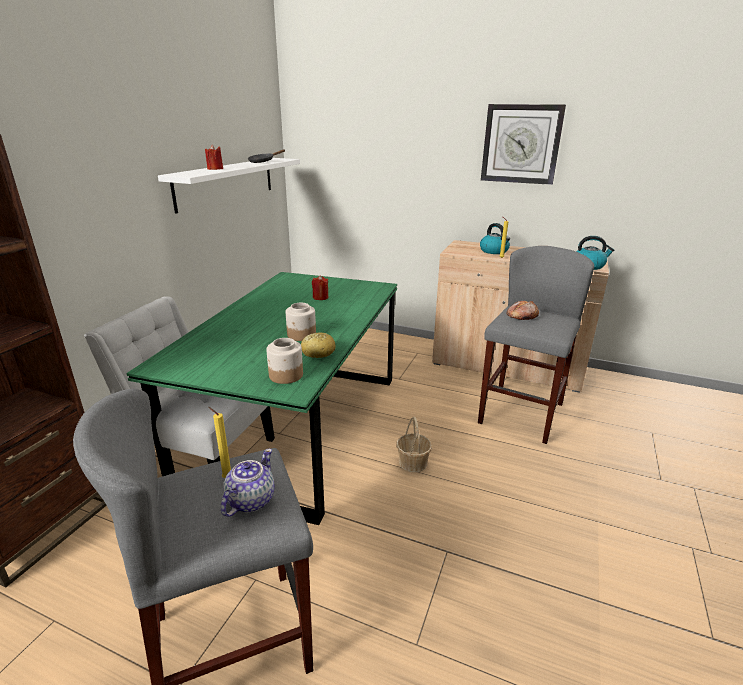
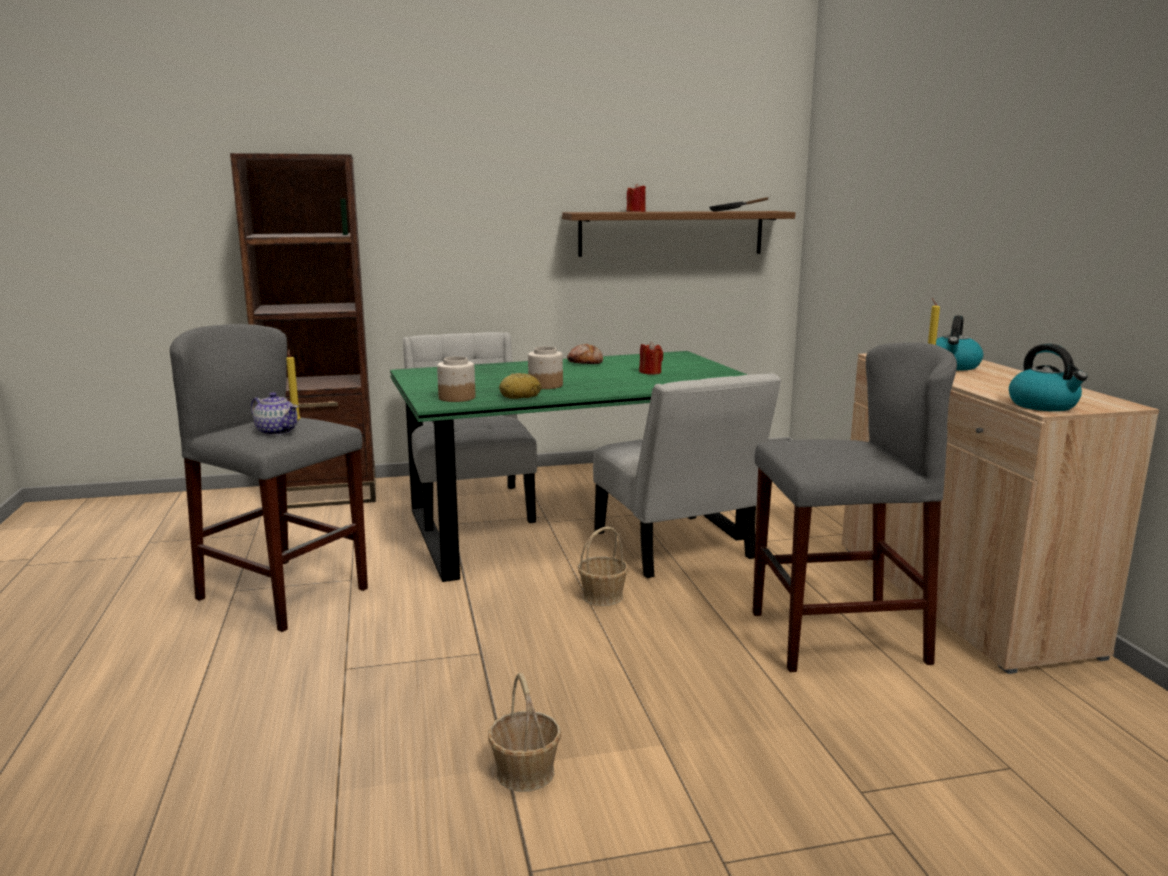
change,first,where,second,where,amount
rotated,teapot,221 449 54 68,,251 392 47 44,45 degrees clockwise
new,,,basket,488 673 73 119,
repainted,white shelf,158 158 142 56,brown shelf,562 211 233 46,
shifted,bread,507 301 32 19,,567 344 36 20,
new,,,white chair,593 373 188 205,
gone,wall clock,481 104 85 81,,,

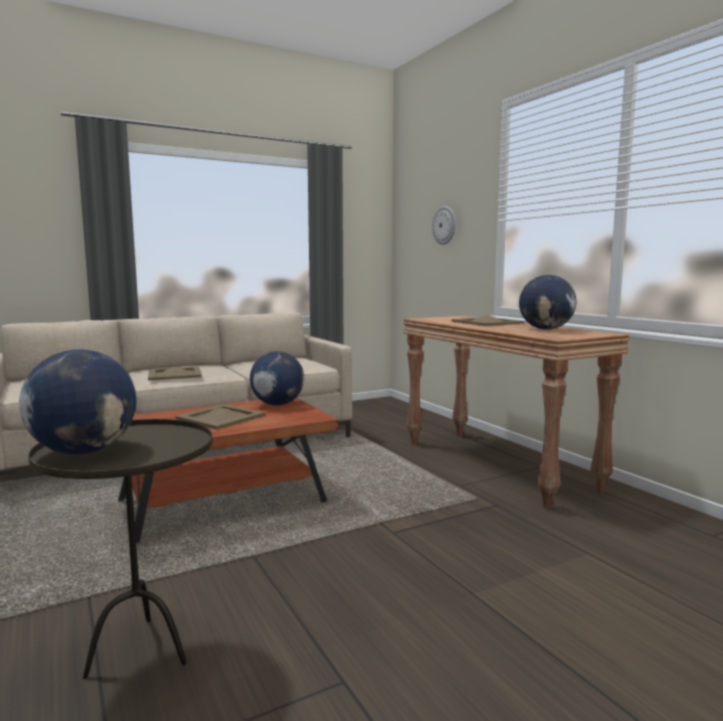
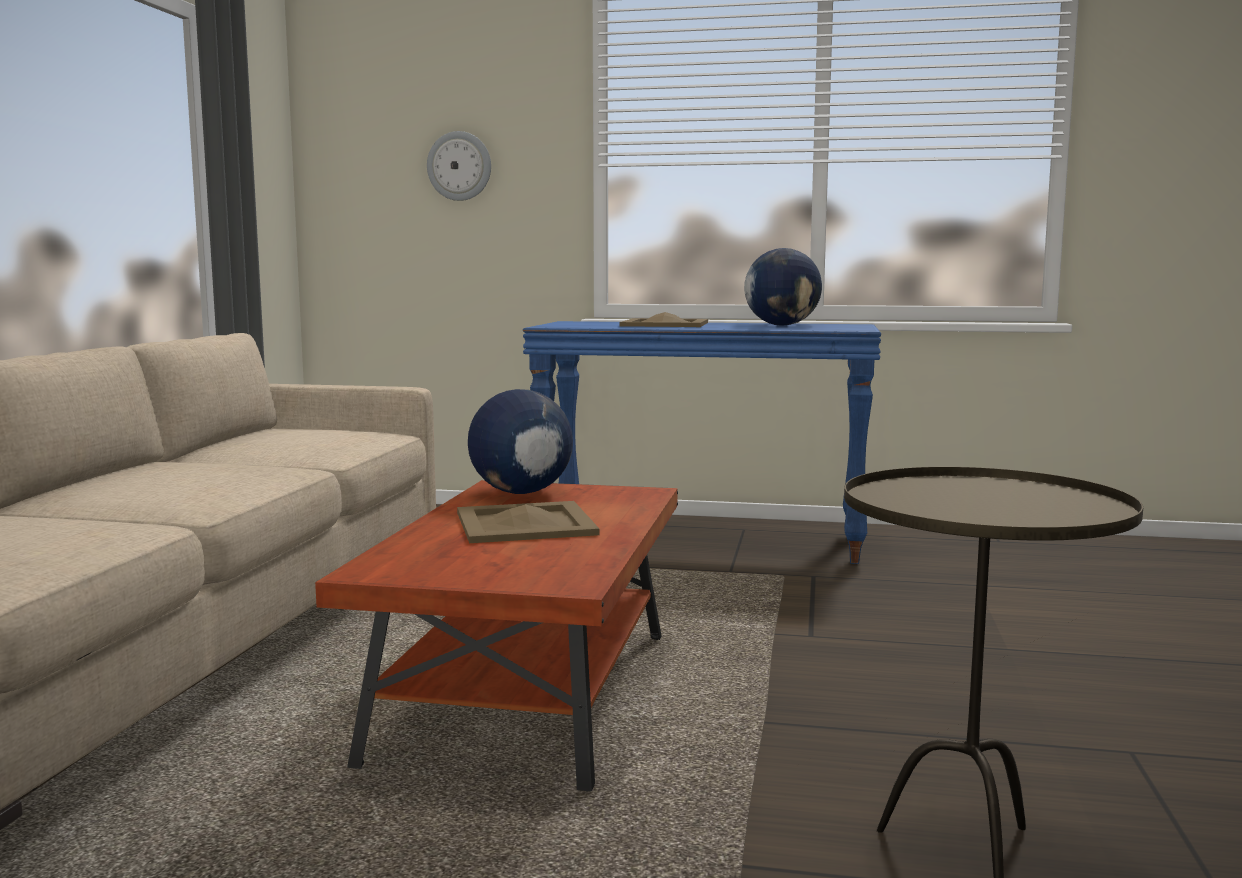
change,first,where,second,where,amount
repainted,brown console table,403 316 226 193,blue console table,523 321 358 243,
gone,globe,19 350 118 104,,,
gone,beige tray,148 366 54 14,,,

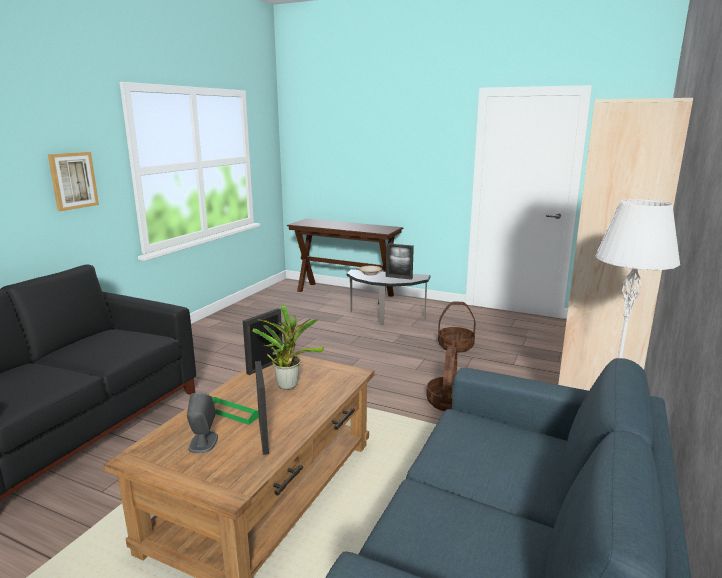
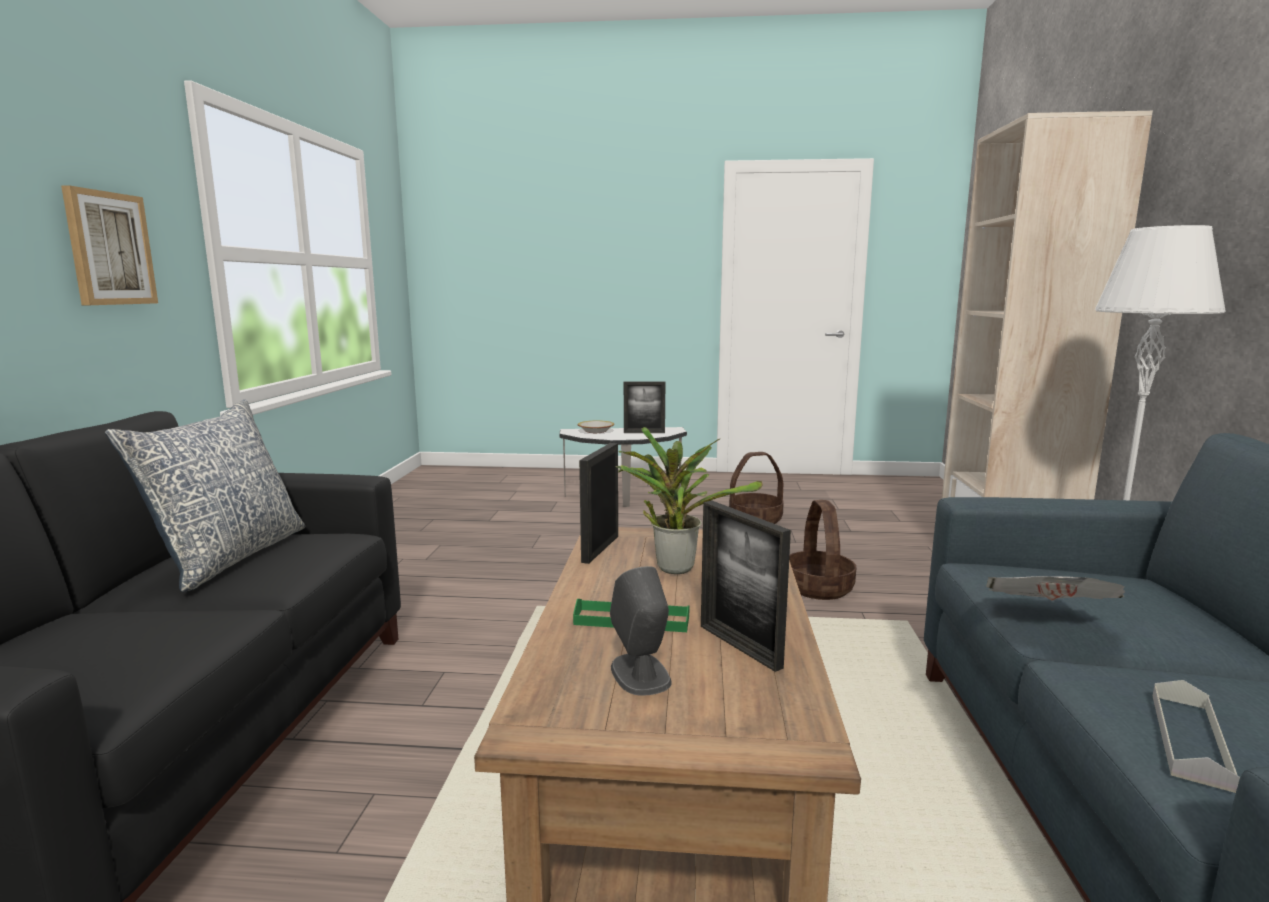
change,first,where,second,where,amount
new,,,pillow,105 399 200 193,
new,,,newspaper,986 576 139 25,
new,,,grey tray,1153 680 87 113,
gone,brown console table,287 219 117 85,,,

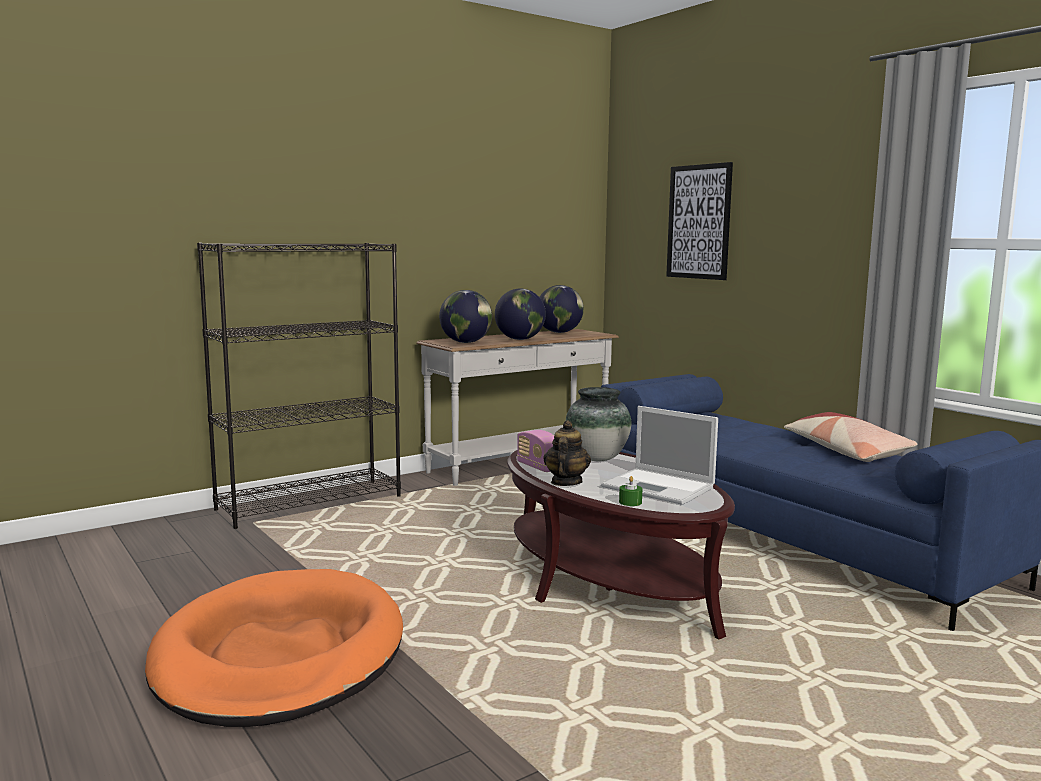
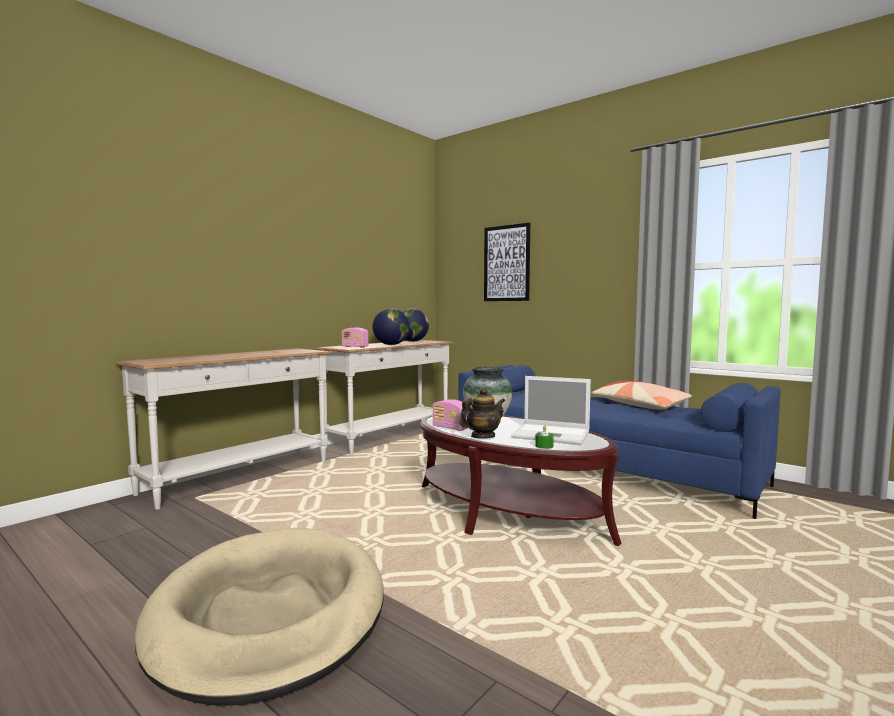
change,first,where,second,where,amount
swapped,black bookcase,197 243 204 286,white console table,116 349 216 161,
repainted,orange dog bed,145 569 258 158,beige dog bed,135 528 249 178,
swapped,globe,439 290 53 53,radio,342 328 27 20,
rotated,teapot,544 420 47 66,,460 388 45 51,60 degrees clockwise

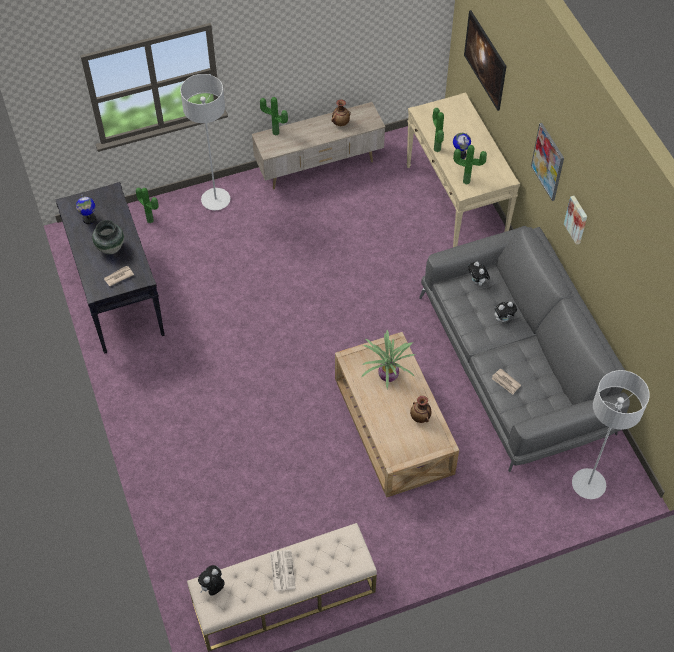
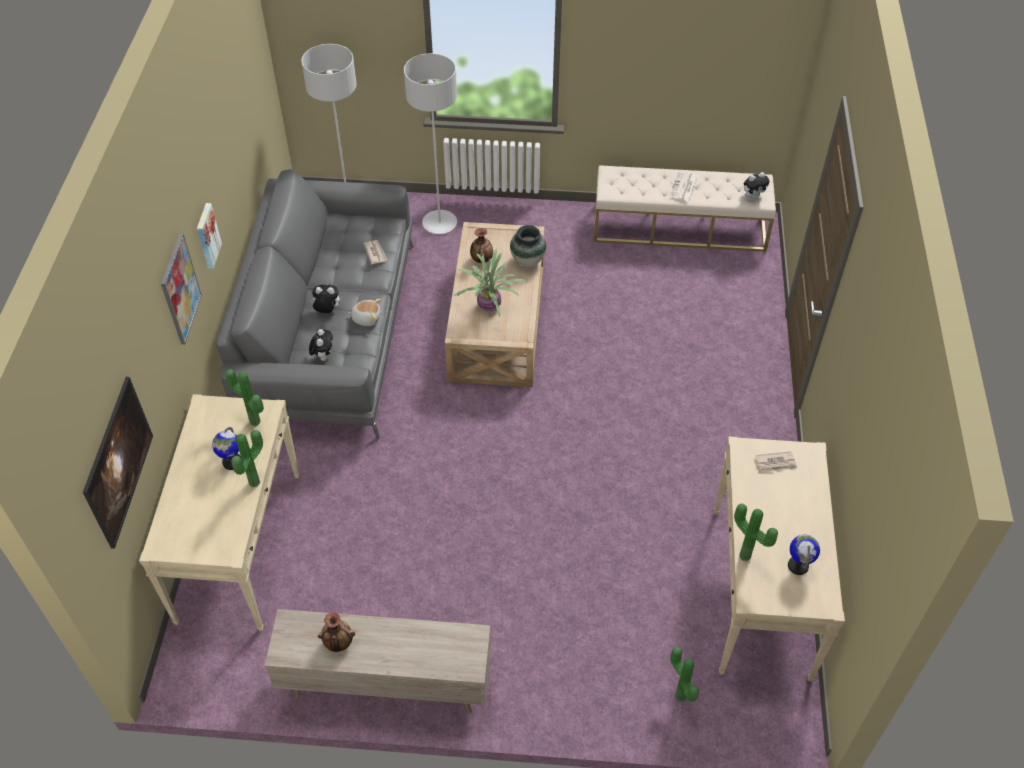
change,first,where,second,where,amount
new,,,plush toy,348 299 33 27,
shifted,grey floor lamp,180 74 50 136,,404 53 53 181,
shifted,vase,92 220 32 34,,510 225 36 42,
repainted,black console table,55 182 110 172,beige console table,714 436 131 245,
shifted,potted plant,260 97 28 39,,734 504 44 57,

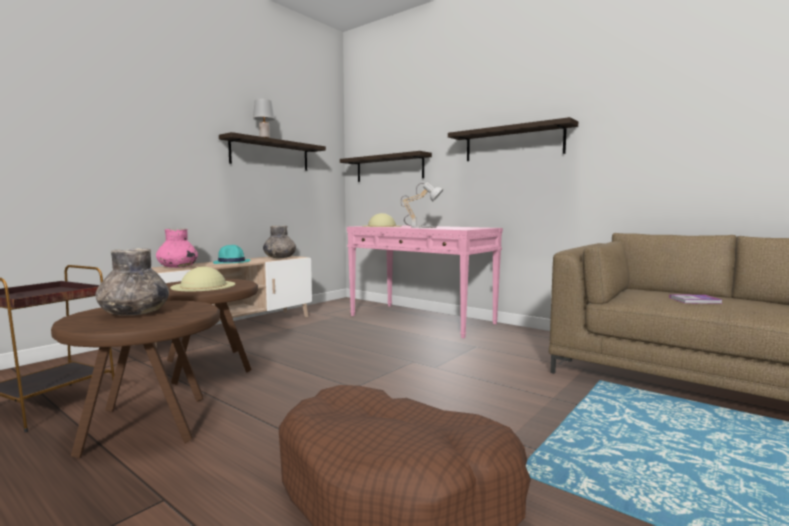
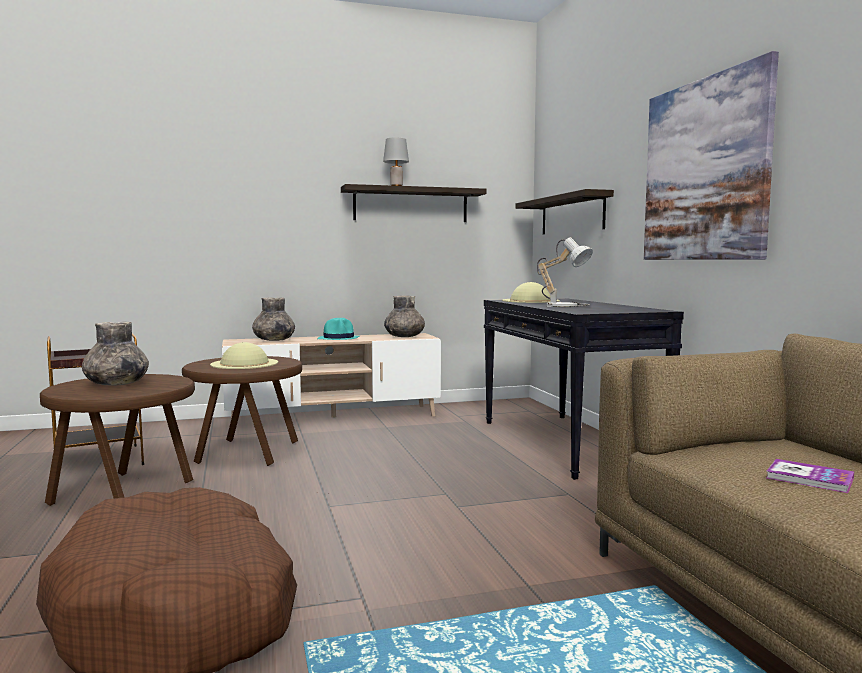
change,first,where,second,where,amount
repainted,pink vase,156 229 42 39,grey vase,252 297 43 44,
repainted,pink console table,347 225 156 113,black console table,484 298 200 182,
swapped,shelf,448 117 130 44,picture,644 51 135 209,

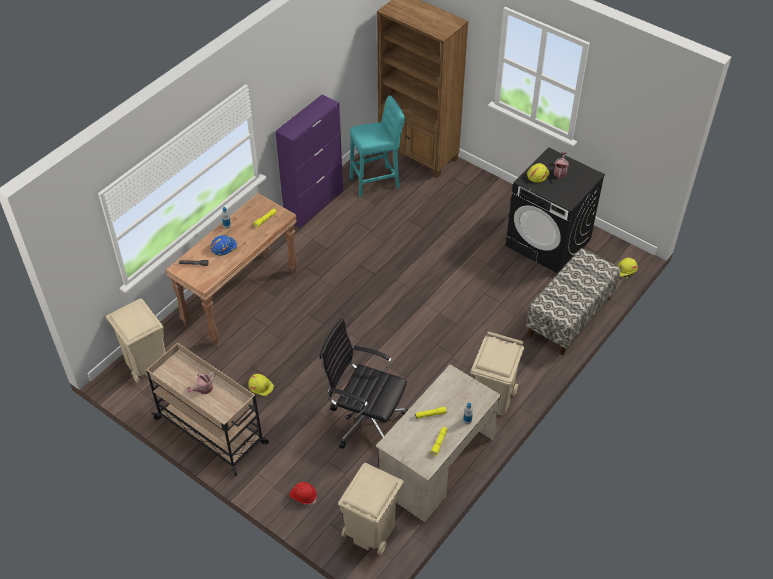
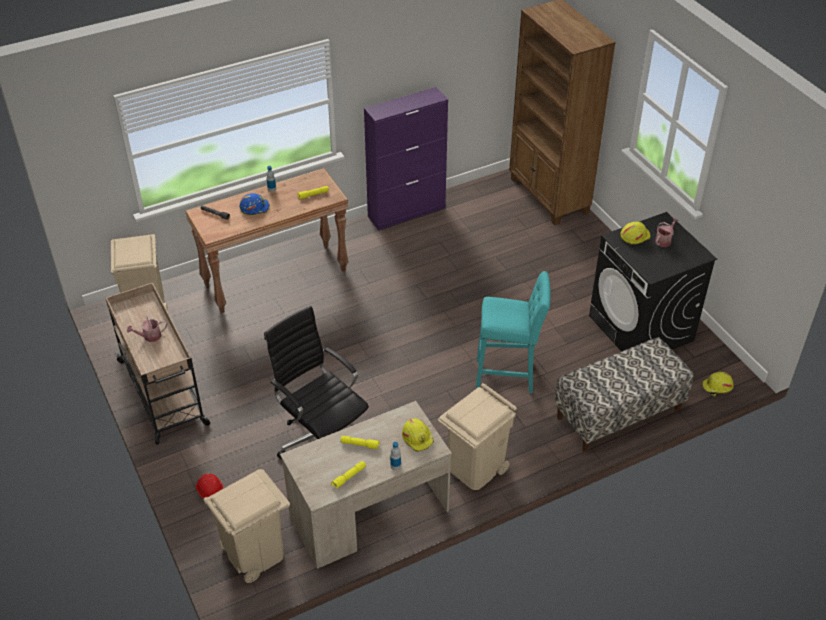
change,first,where,second,where,amount
shifted,yellow hard hat,248 374 26 23,,402 419 32 33,
shifted,turquoise stool,350 95 55 102,,476 271 75 122,

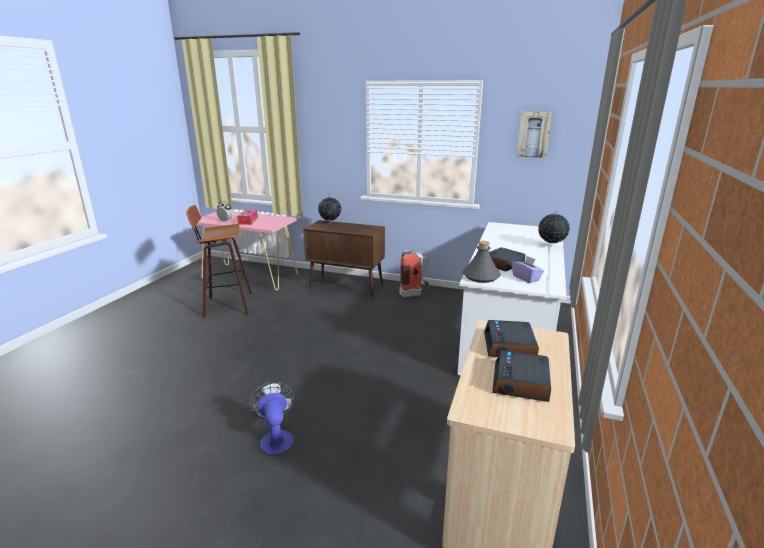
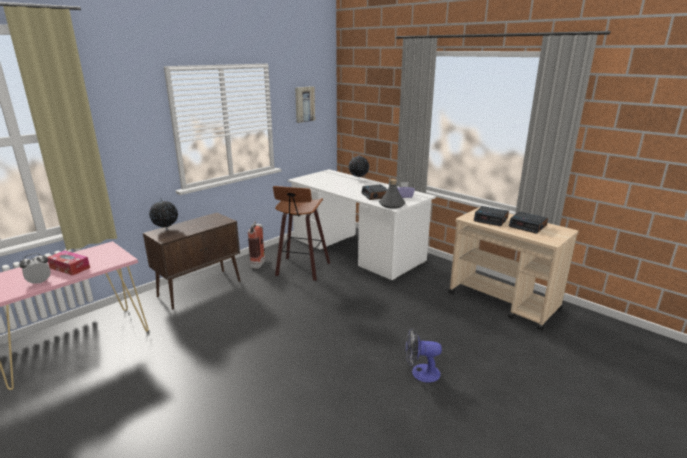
change,first,where,second,where,amount
shifted,stool,186 205 66 112,,273 186 57 95,

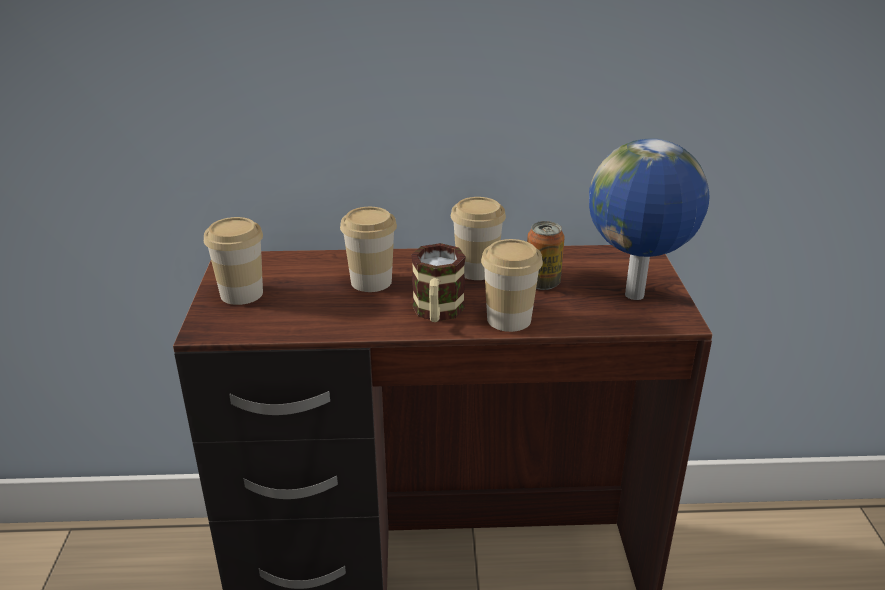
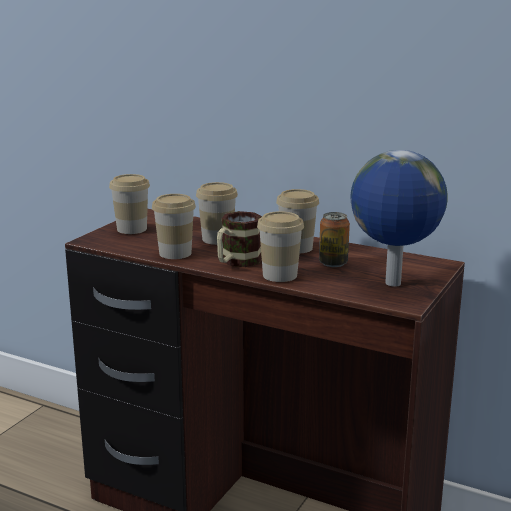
change,first,where,second,where,amount
new,,,cup,152 194 44 65,

